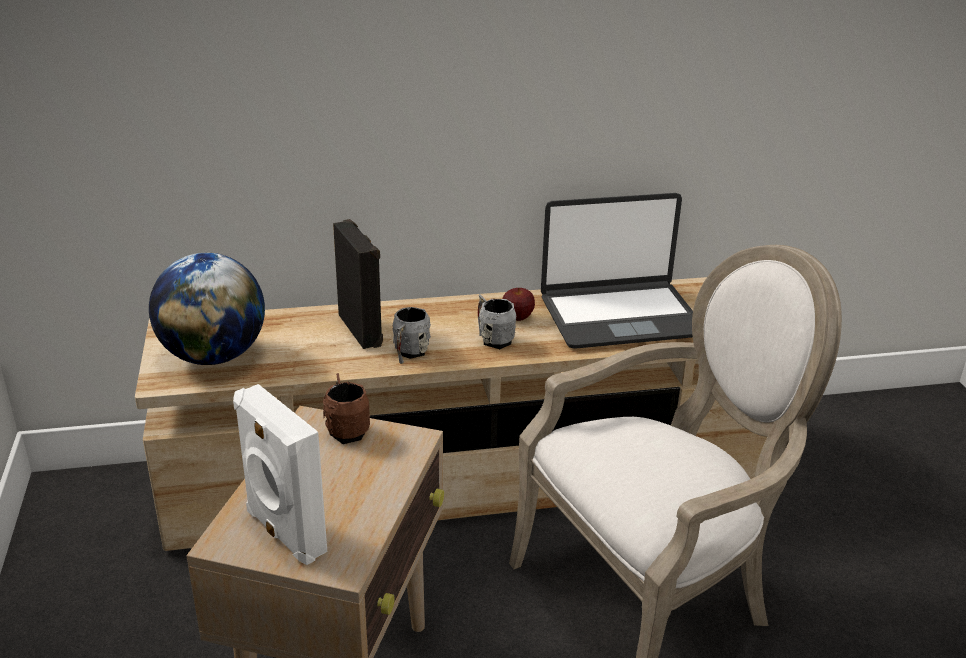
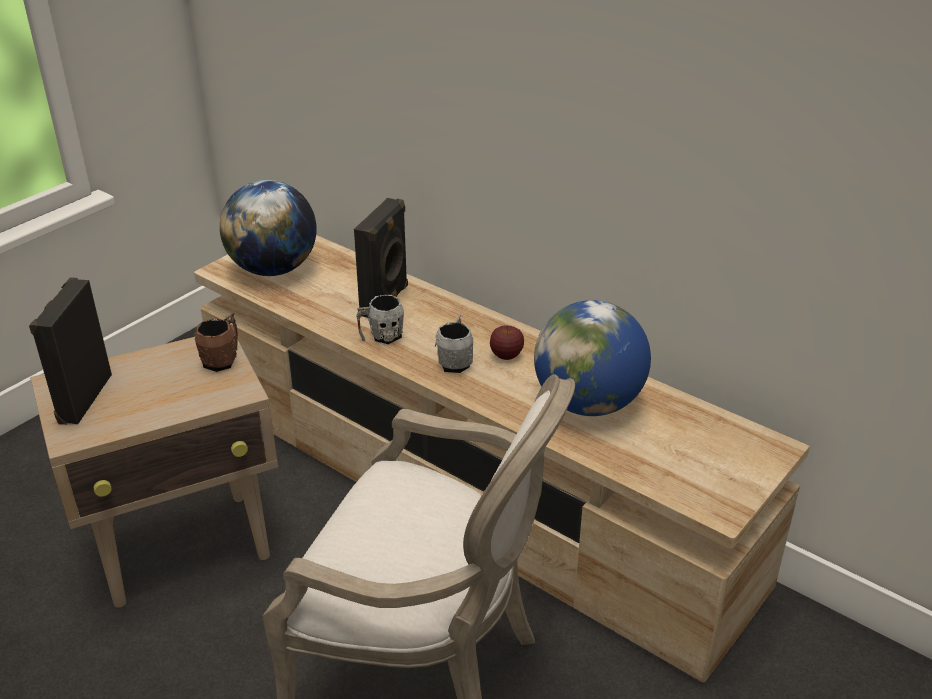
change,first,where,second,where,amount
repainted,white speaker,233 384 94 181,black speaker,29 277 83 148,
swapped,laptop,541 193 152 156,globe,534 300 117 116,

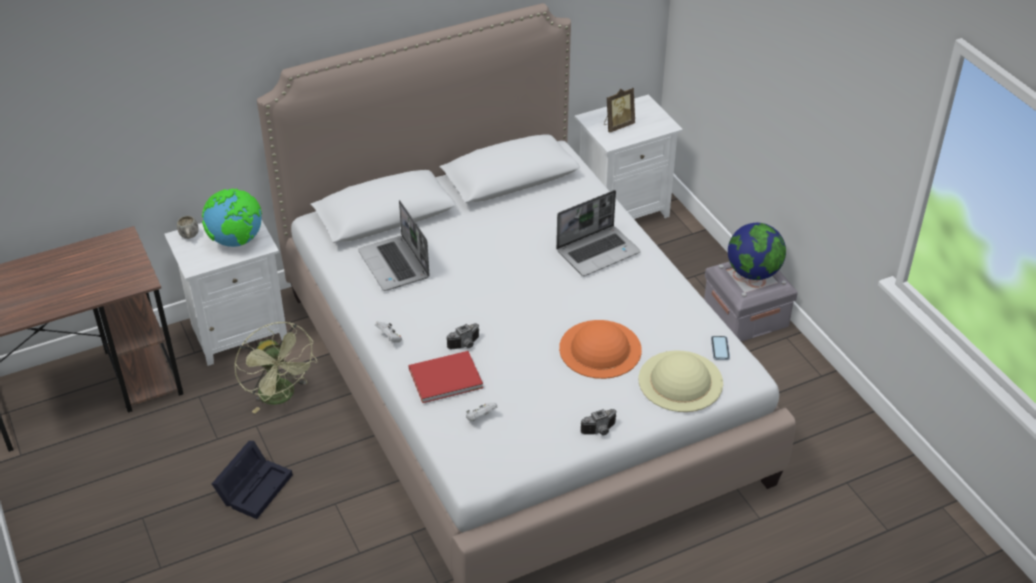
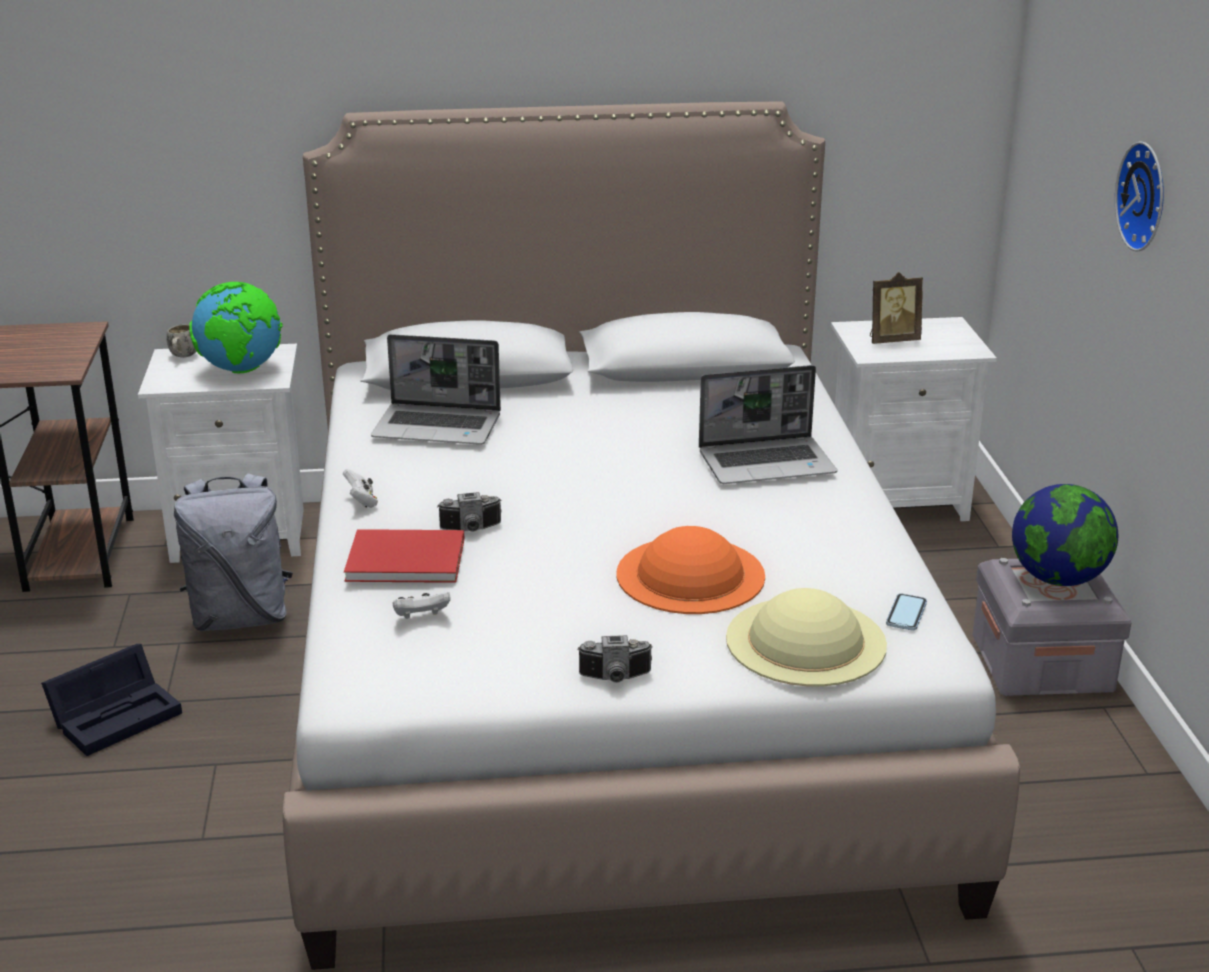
change,first,where,second,where,amount
swapped,green fan,234 322 83 91,grey backpack,174 473 119 158,
rotated,laptop,358 200 72 91,,371 334 130 111,75 degrees counterclockwise
new,,,wall clock,1115 141 49 111,

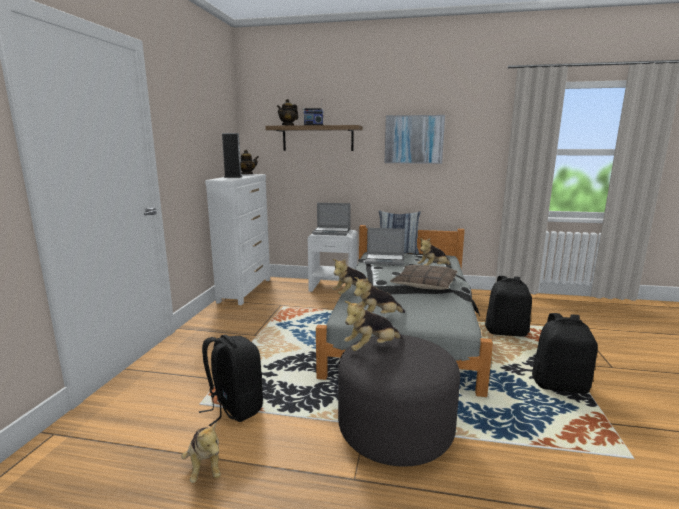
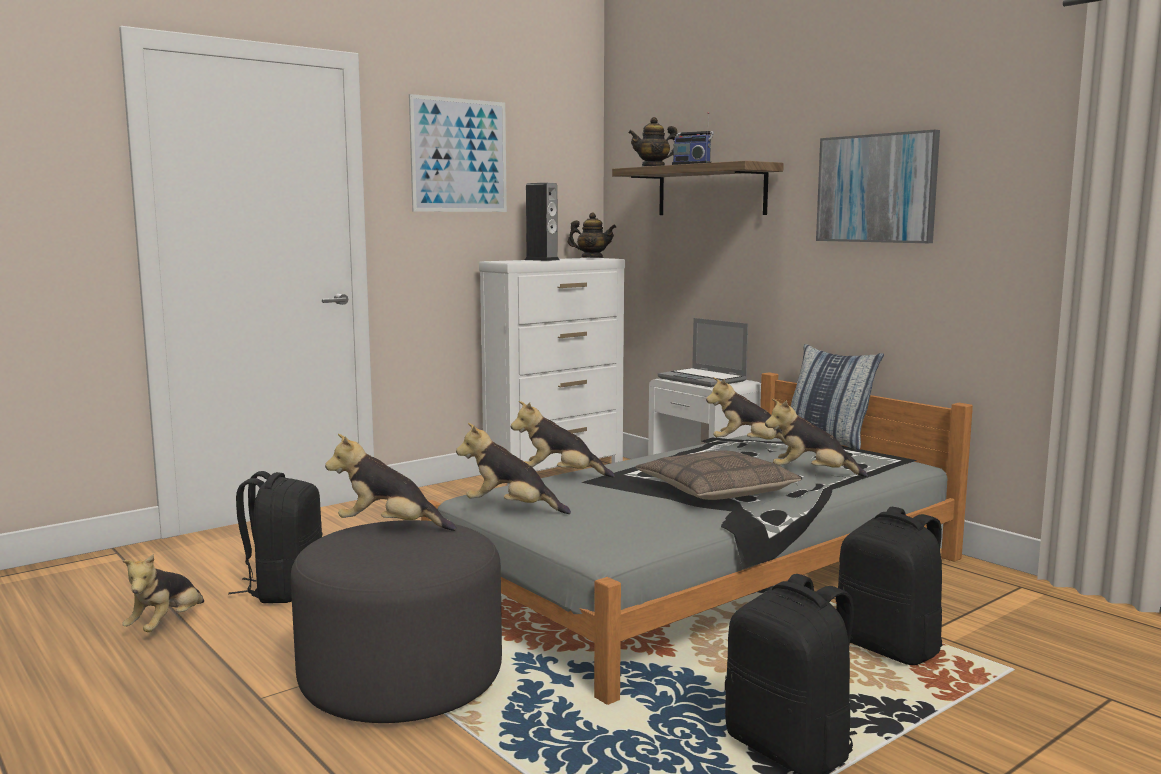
change,first,where,second,where,amount
new,,,picture,409 94 98 118,
swapped,laptop,365 228 40 37,plush toy,706 378 83 68,

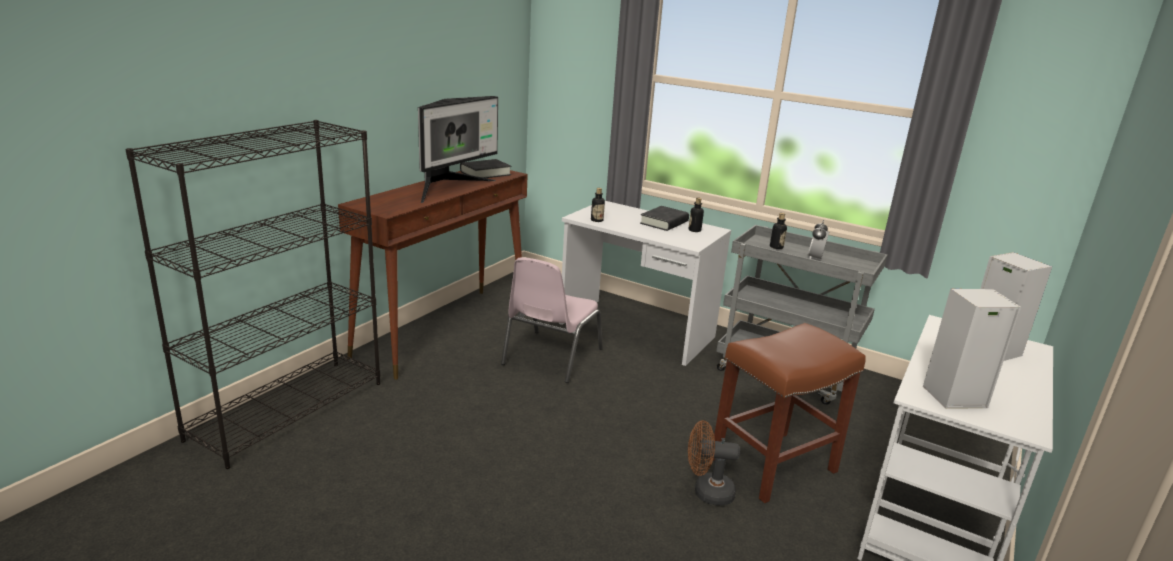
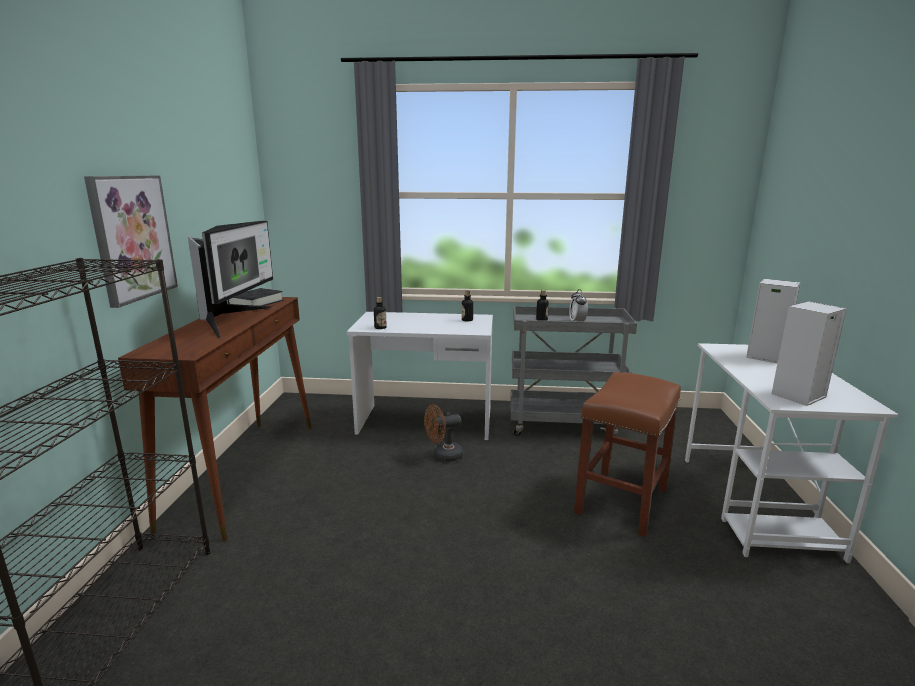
change,first,where,second,where,amount
new,,,picture,84 175 94 133,
shifted,brown fan,688 420 52 86,,424 404 39 58,
gone,pink chair,501 257 102 126,,,
gone,black book,640 206 49 25,,,

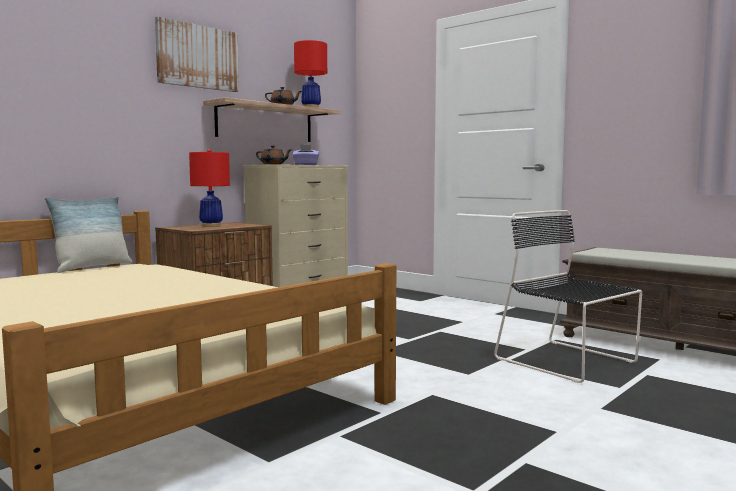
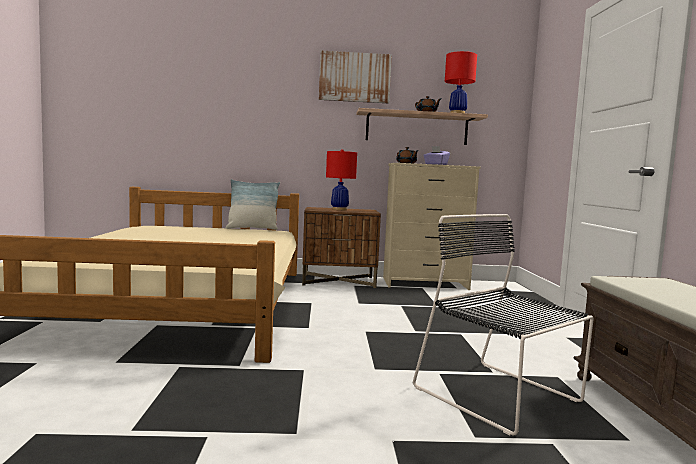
change,first,where,second,where,amount
rotated,black chair,494 210 148 173,,413 214 180 221,45 degrees counterclockwise

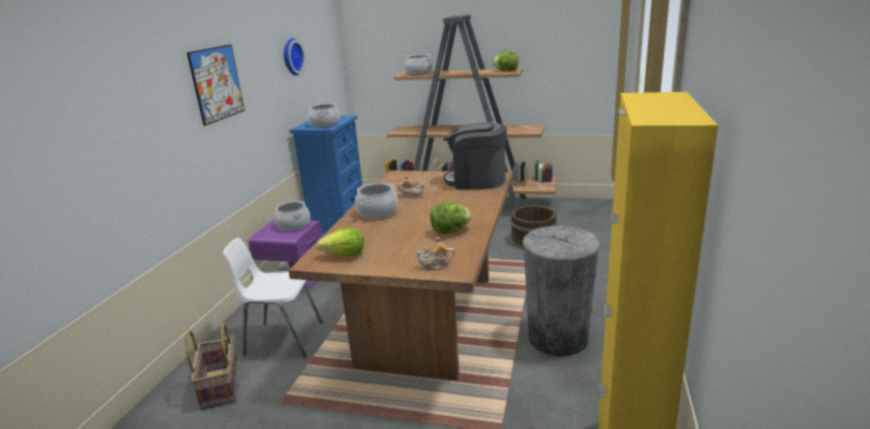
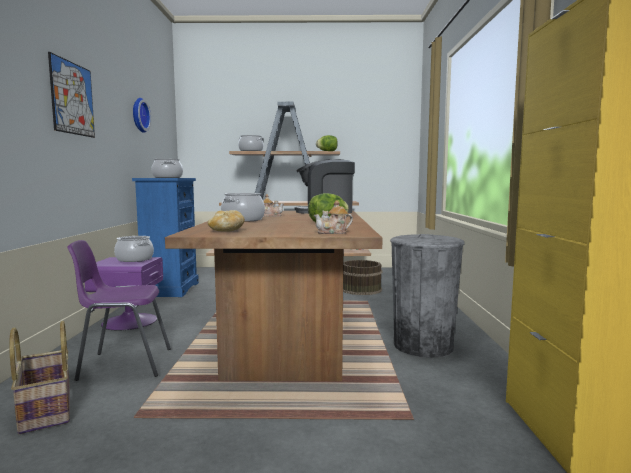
change,first,where,second,where,amount
repainted,white chair,223 238 100 120,purple chair,68 240 103 141,
swapped,lettuce,317 228 47 28,bread,208 210 37 22,

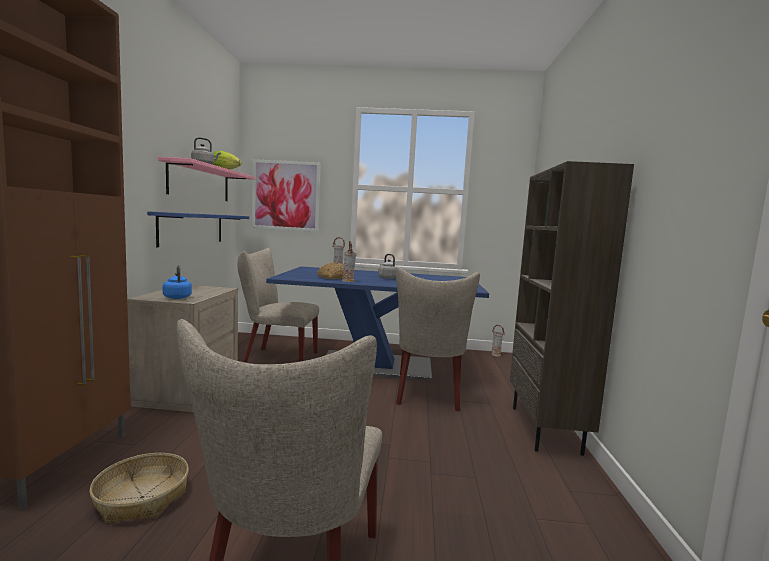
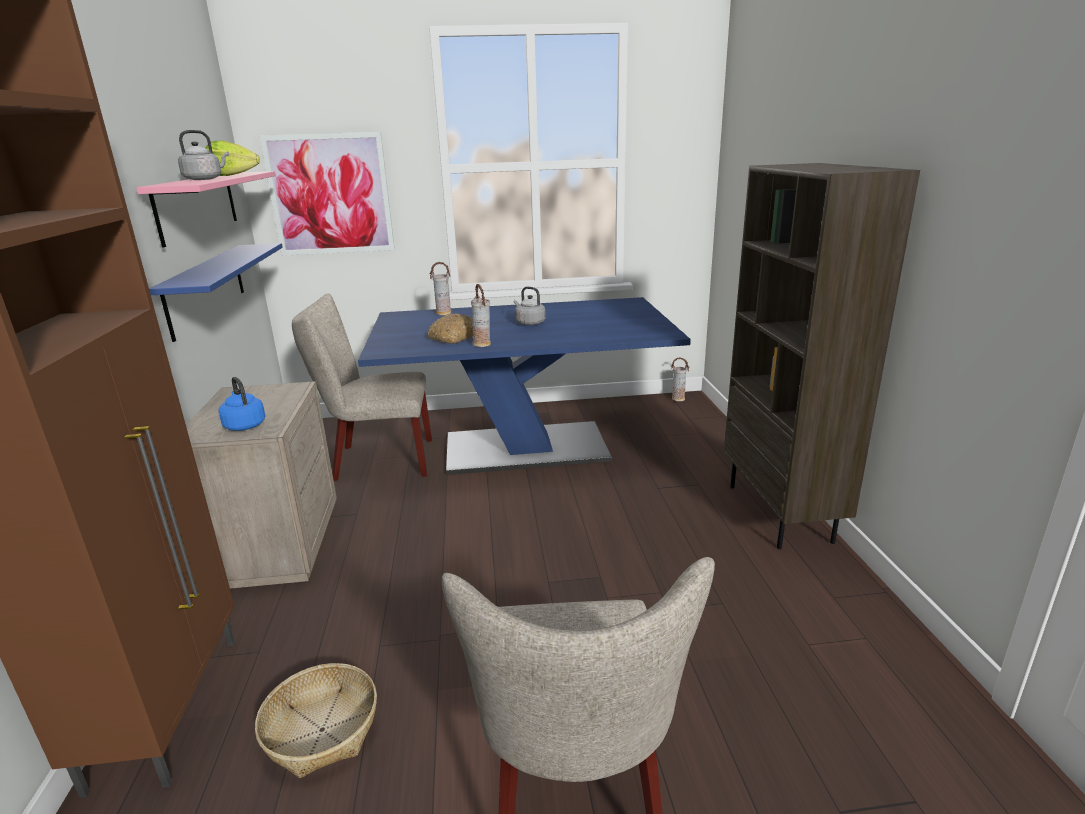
change,first,where,second,where,amount
gone,beige chair,396 267 84 144,,,

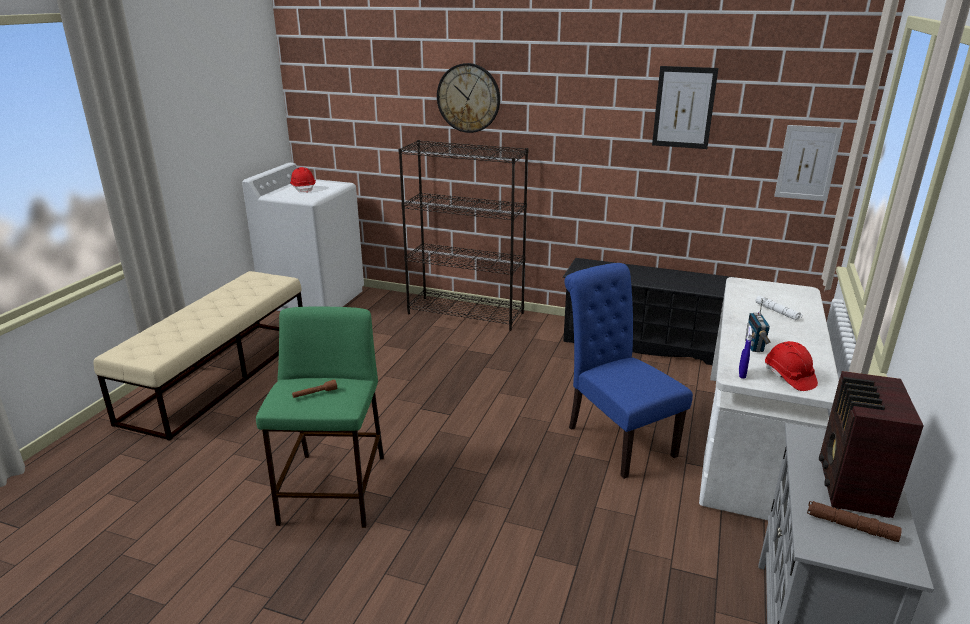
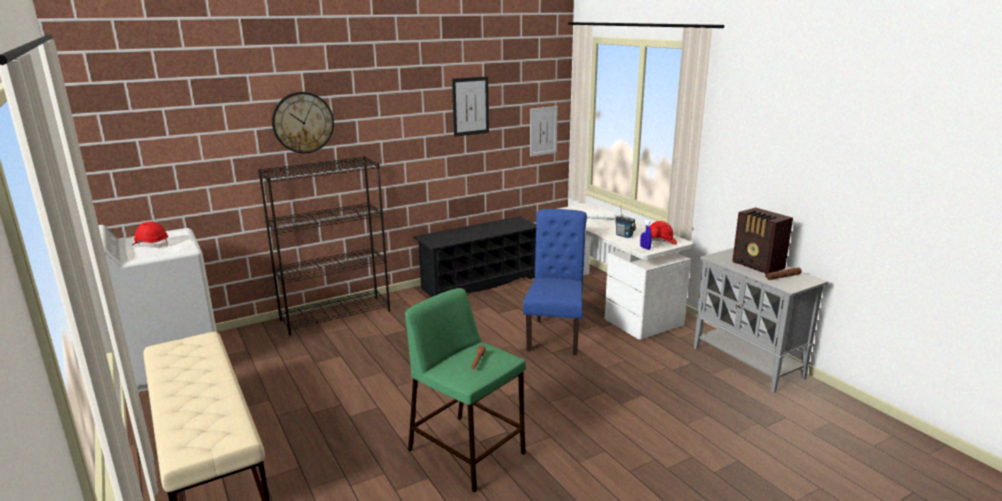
change,first,where,second,where,amount
rotated,blue chair,564 263 129 216,,523 209 64 146,90 degrees clockwise

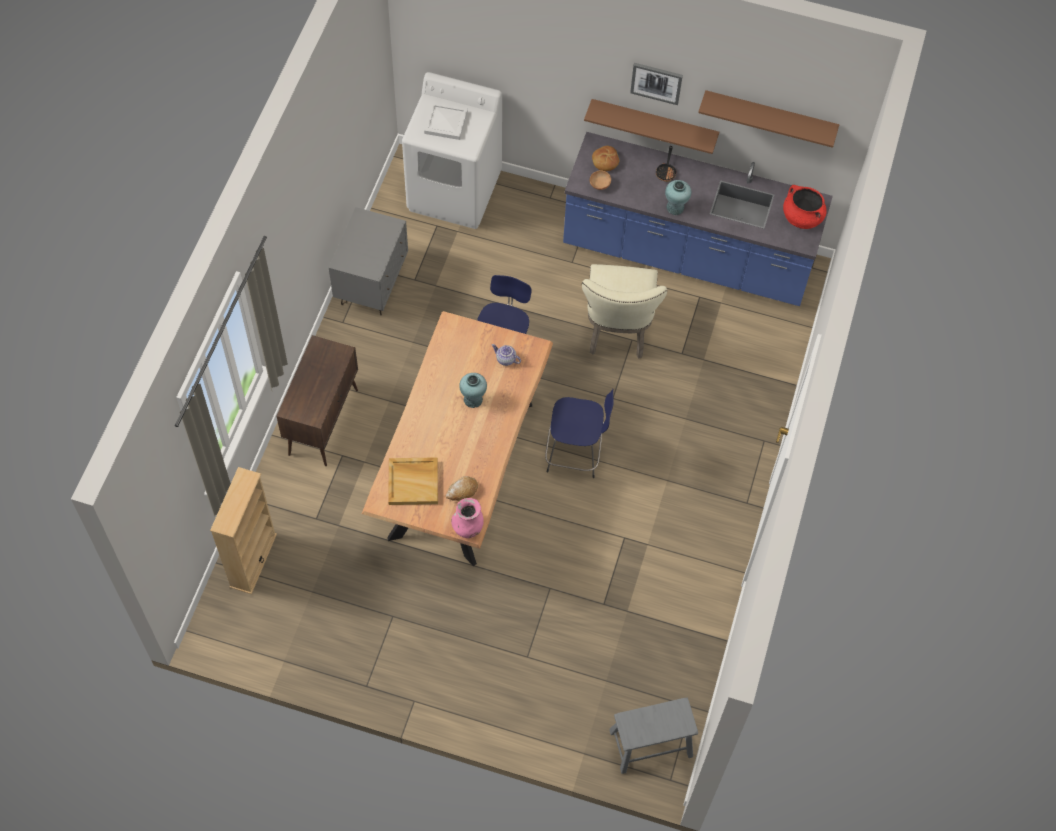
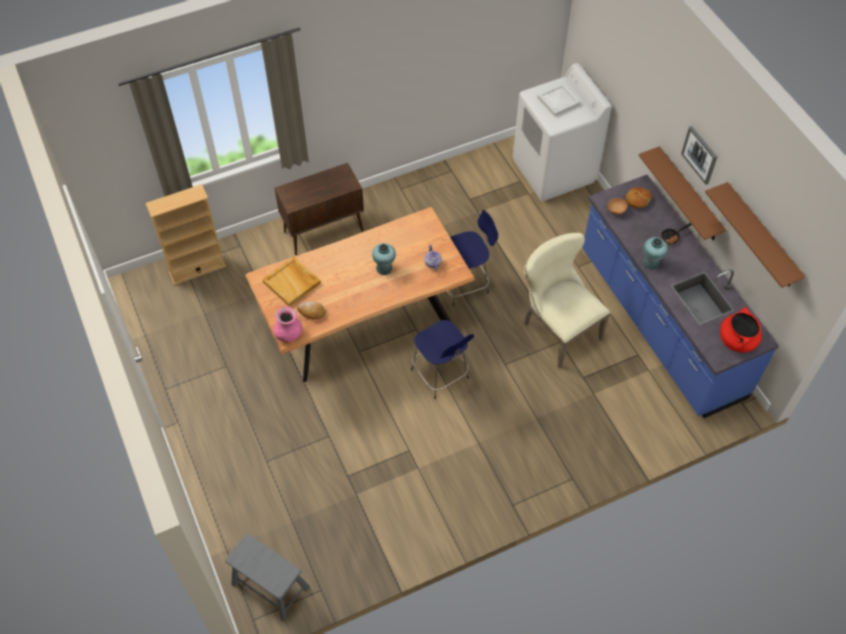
change,first,where,second,where,amount
rotated,beige chair,582 264 85 95,,524 232 86 137,90 degrees clockwise
gone,grey nightstand,329 207 79 108,,,

